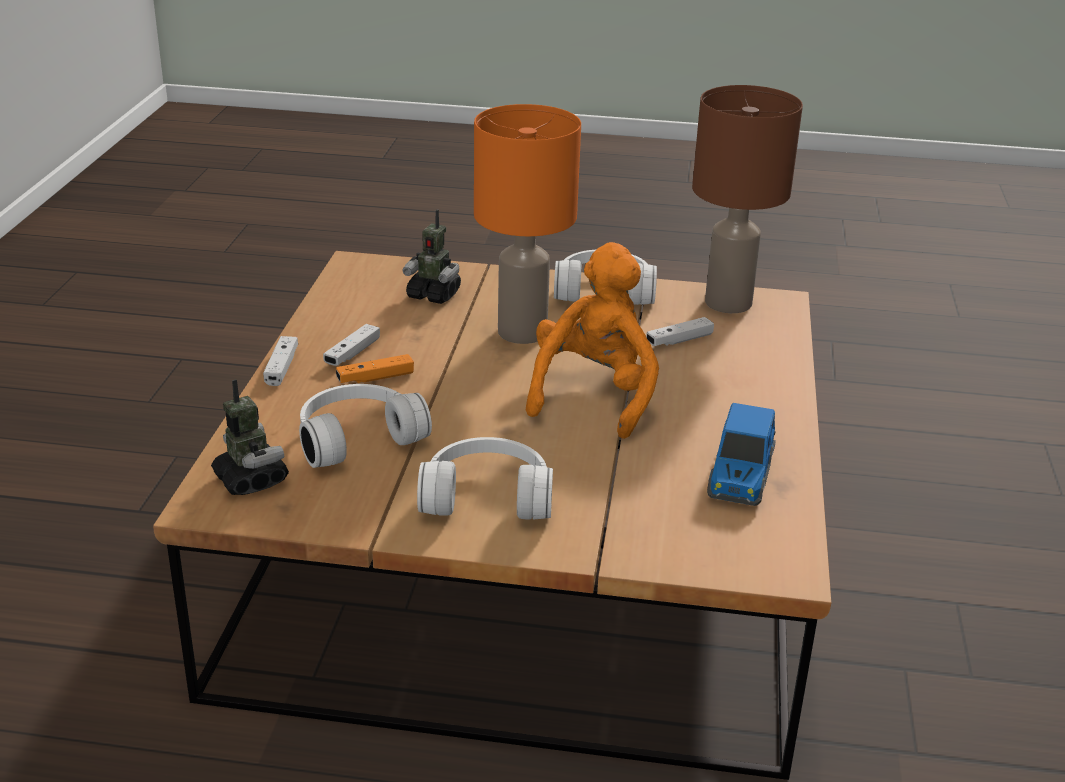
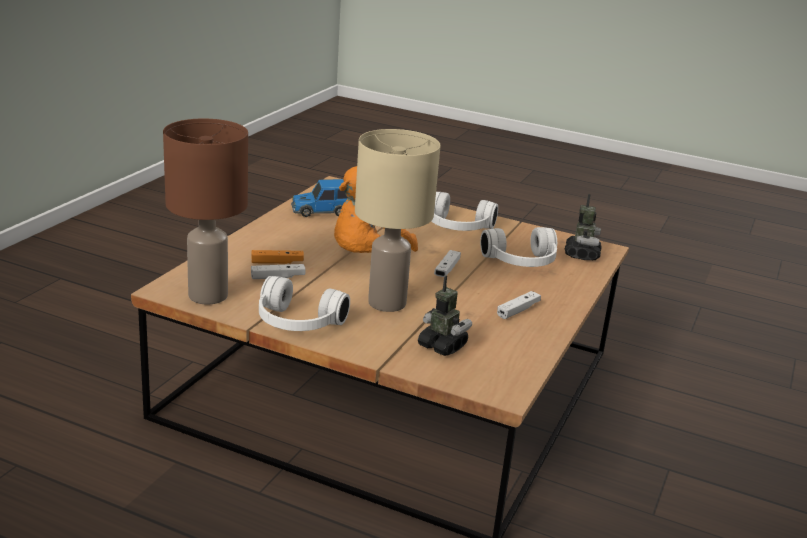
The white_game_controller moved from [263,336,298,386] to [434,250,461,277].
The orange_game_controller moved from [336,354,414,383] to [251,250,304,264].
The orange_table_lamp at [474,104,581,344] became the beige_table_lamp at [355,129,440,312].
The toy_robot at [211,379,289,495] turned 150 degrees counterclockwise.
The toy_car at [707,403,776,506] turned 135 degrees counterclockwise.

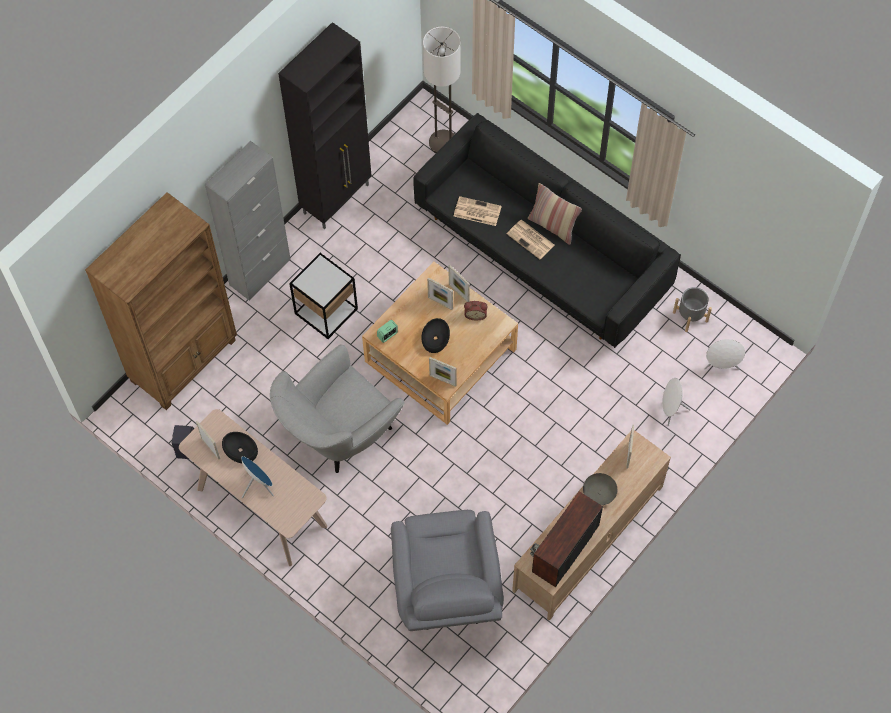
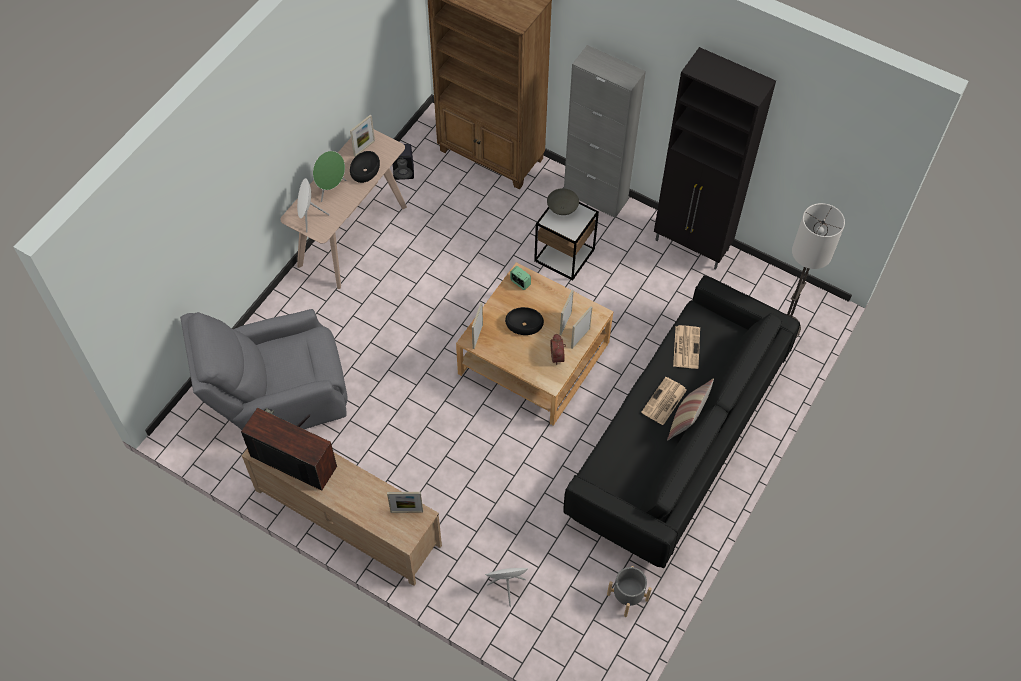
The grey_armchair at [270,344,405,473] disappeared.
The grey_bowl moved from [583,473,617,505] to [547,188,579,215].
The white_speaker moved from [704,339,745,369] to [297,178,330,232].
The blue_speaker at [241,456,274,498] became the green_speaker at [313,151,346,202].

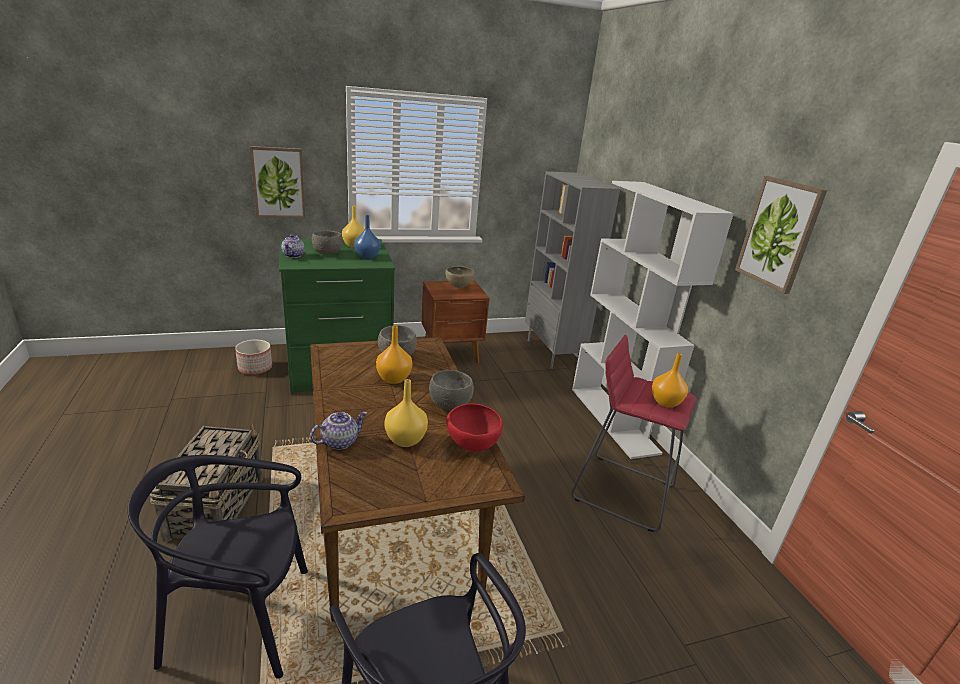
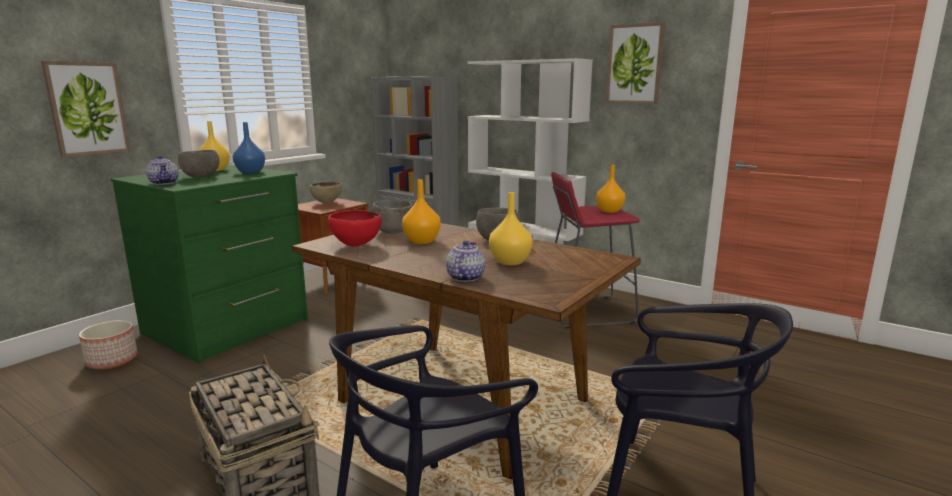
The red_bowl moved from [446,403,503,451] to [328,210,382,247].

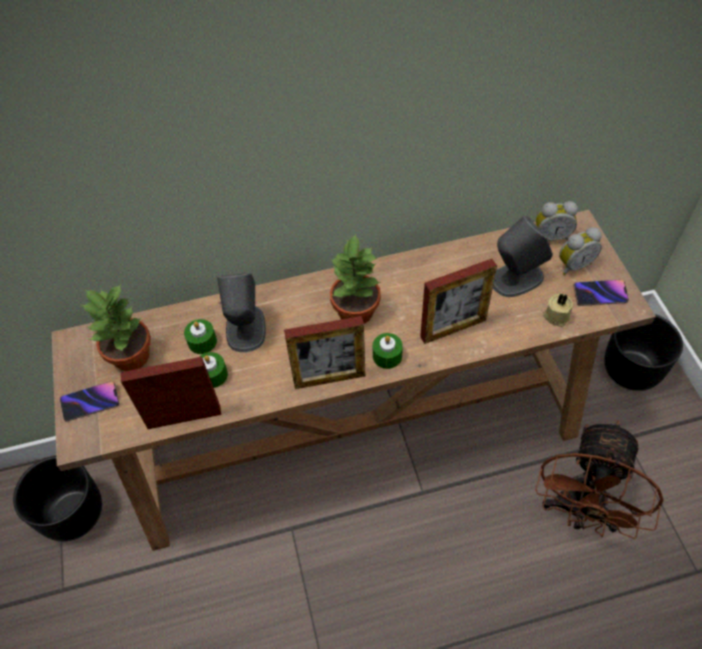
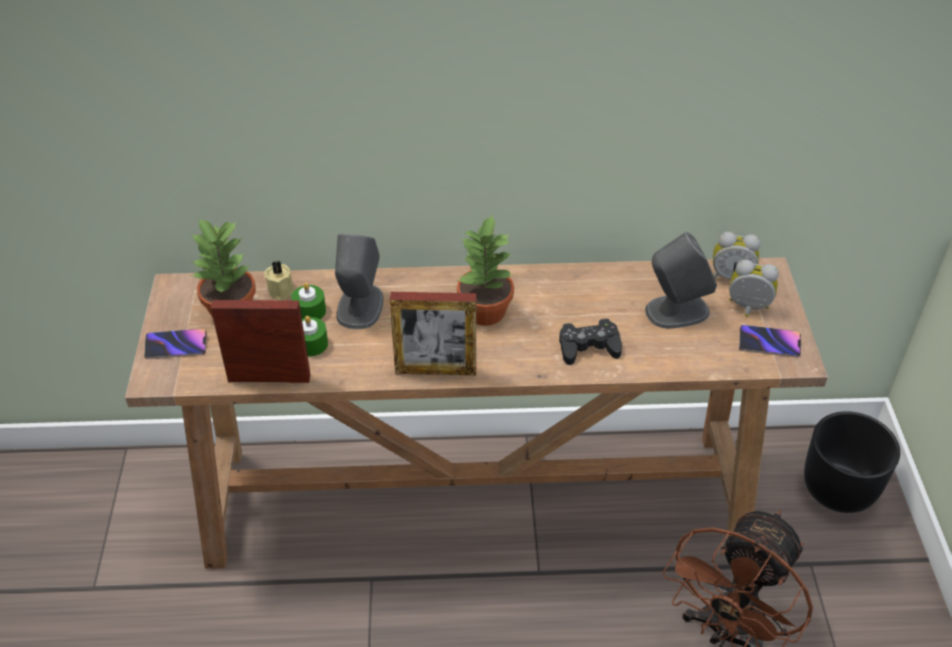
The black_planter at [13,456,102,542] disappeared.
The green_candle at [373,333,403,369] disappeared.
The beige_candle moved from [543,293,573,327] to [264,261,294,300].
The picture_frame at [420,259,497,344] was replaced by the black_game_controller at [559,318,622,365].
The alarm_clock at [559,227,602,275] turned 150 degrees counterclockwise.

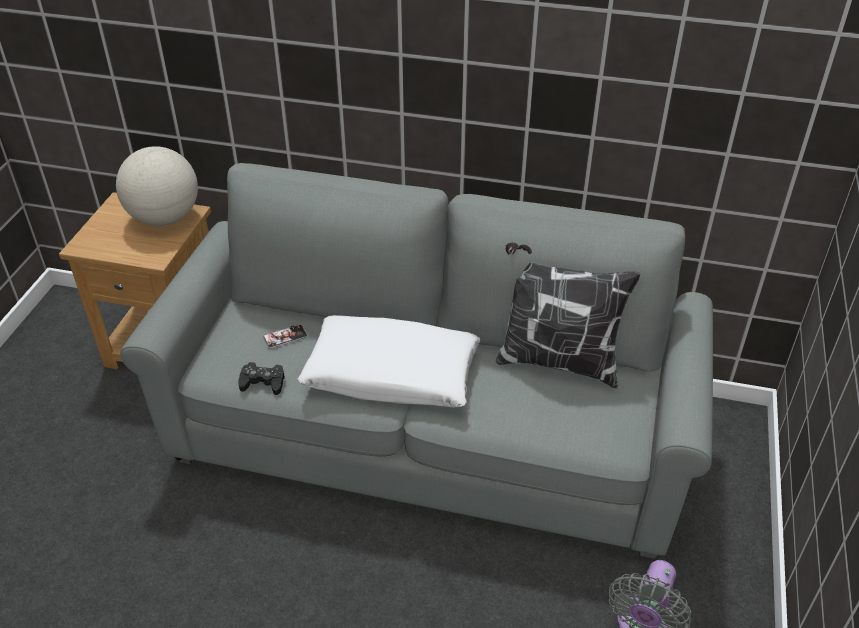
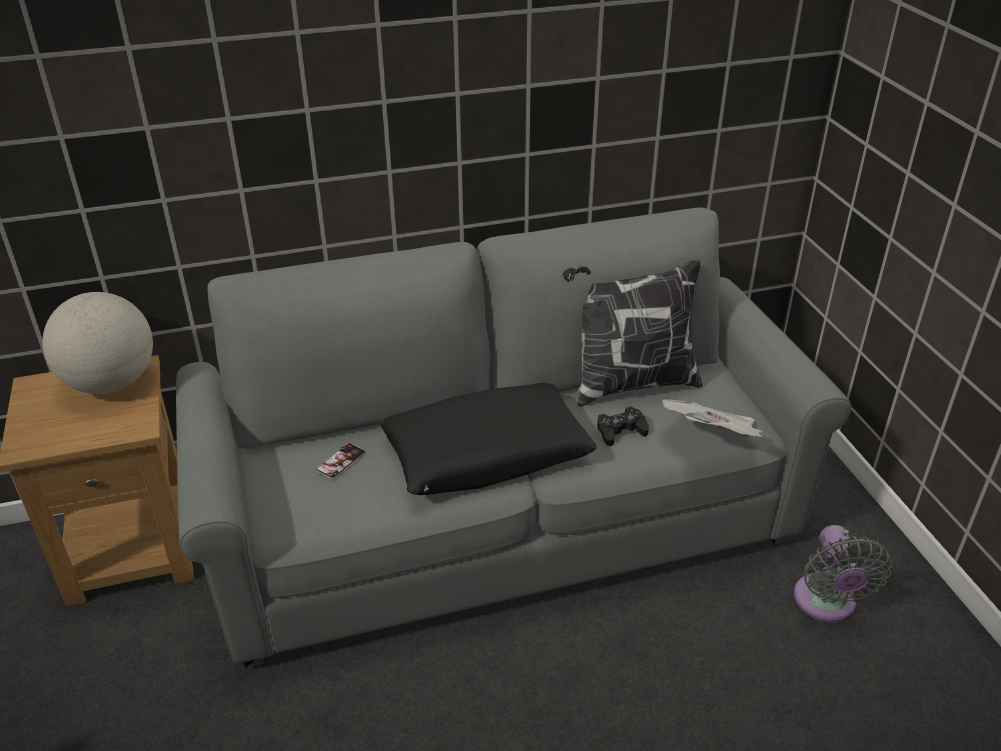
The newspaper at [663,399,763,438] appeared.
The black_game_controller moved from [238,362,285,395] to [597,406,649,446].
The white_pillow at [298,315,480,408] became the black_pillow at [380,383,597,495].

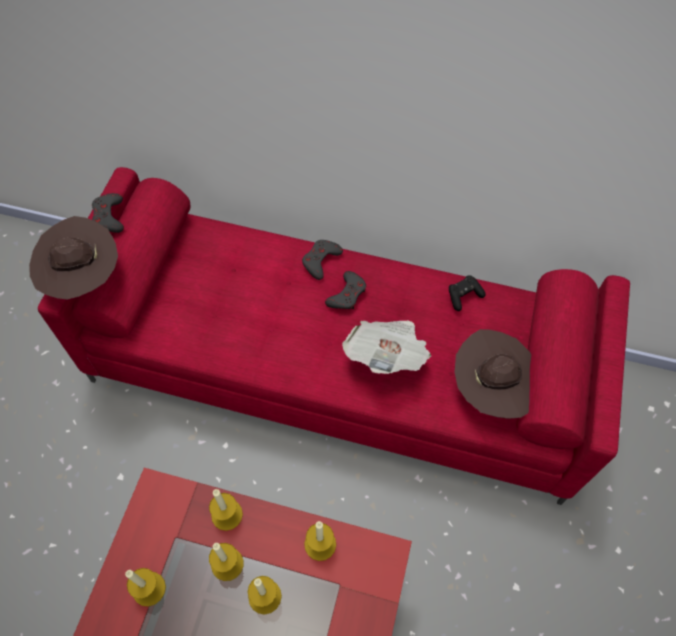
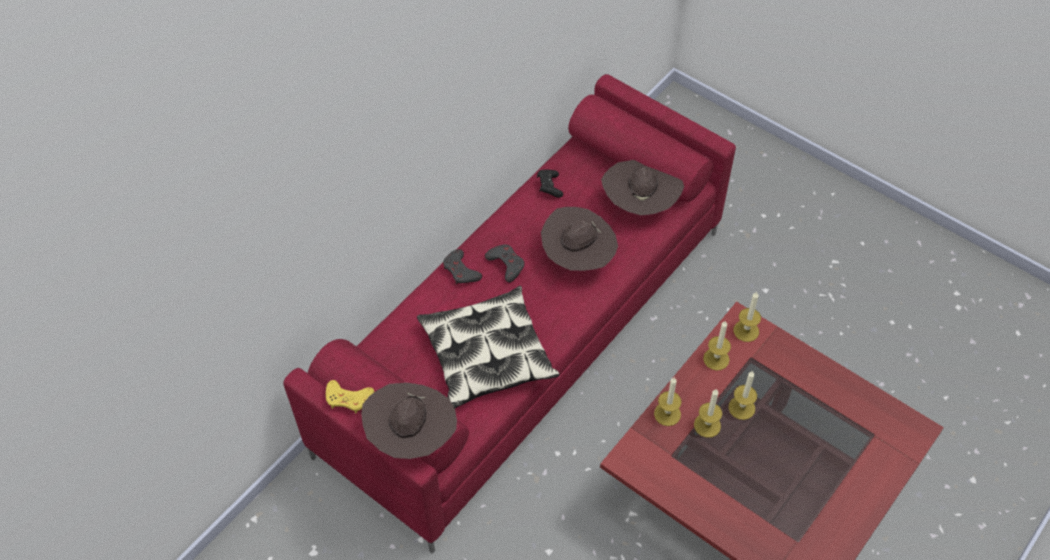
The pillow at [417,286,559,408] appeared.
The candle moved from [125,568,166,607] to [734,292,761,342].
The newspaper at [342,320,431,374] was replaced by the brown_hat at [541,207,618,271].
The grey_game_controller at [92,193,124,233] became the yellow_game_controller at [326,380,374,413].

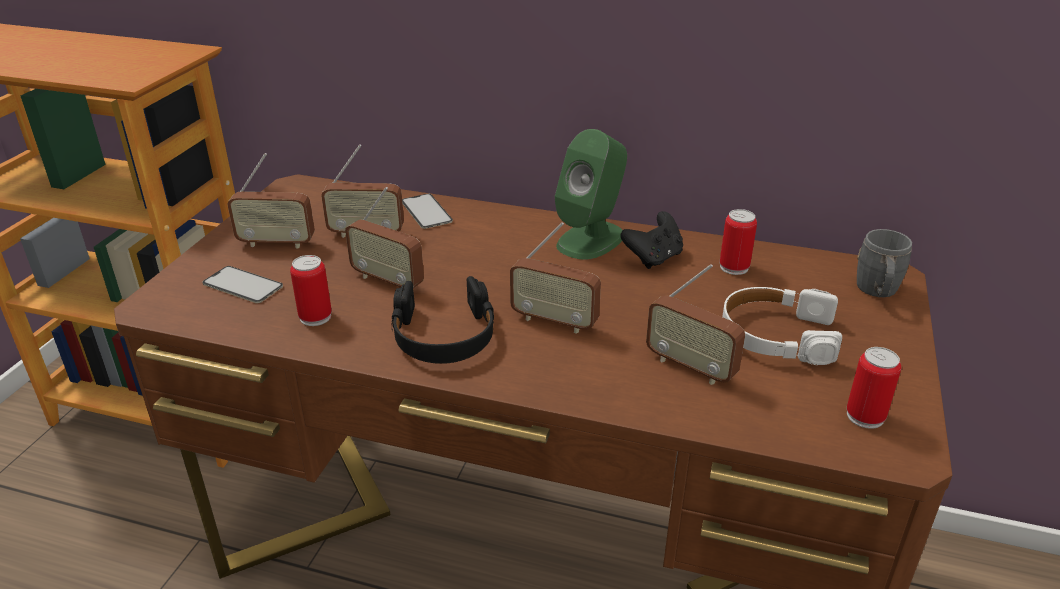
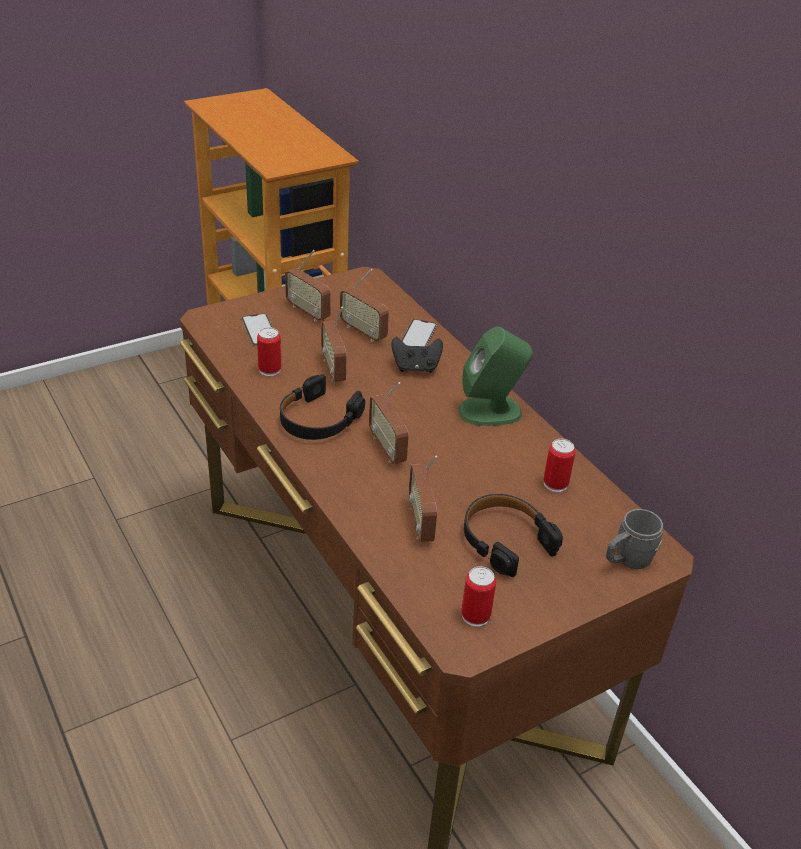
The black_game_controller moved from [620,211,683,269] to [391,337,443,373].
The white_headphones at [722,287,842,365] became the black_headphones at [464,494,563,577].

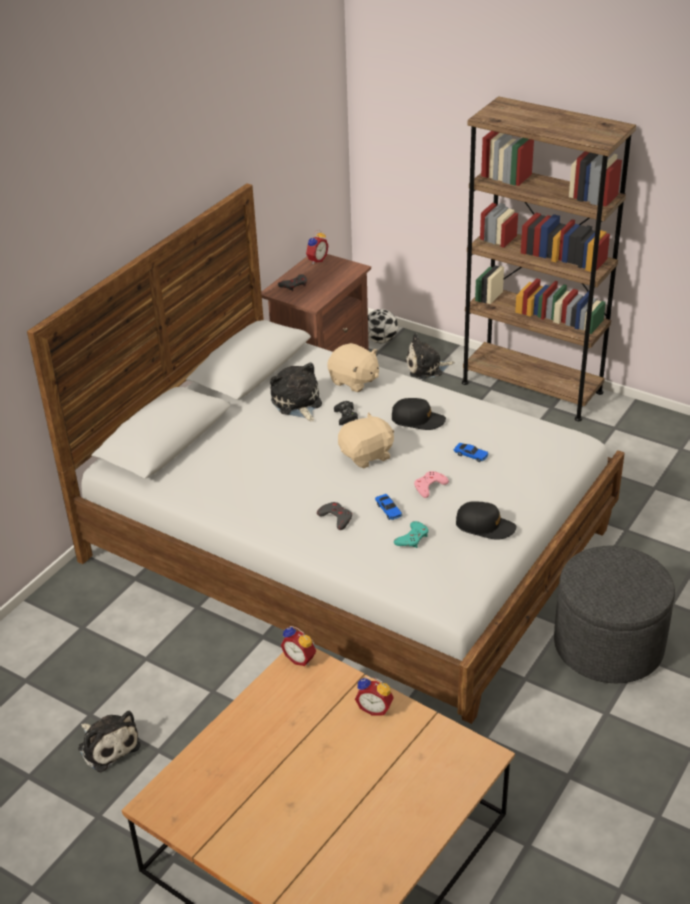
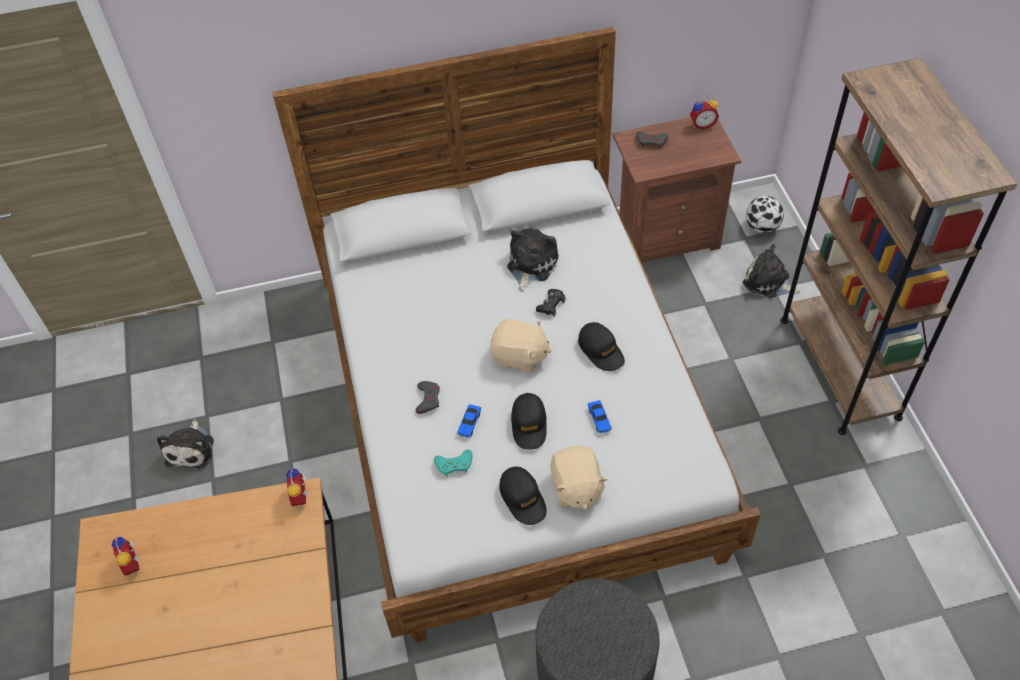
The beige_plush_toy moved from [327,343,379,392] to [550,446,608,510].
The alarm_clock moved from [355,677,394,716] to [112,537,140,576].
The pink_game_controller at [414,471,449,498] was replaced by the black_cap at [511,393,547,450].

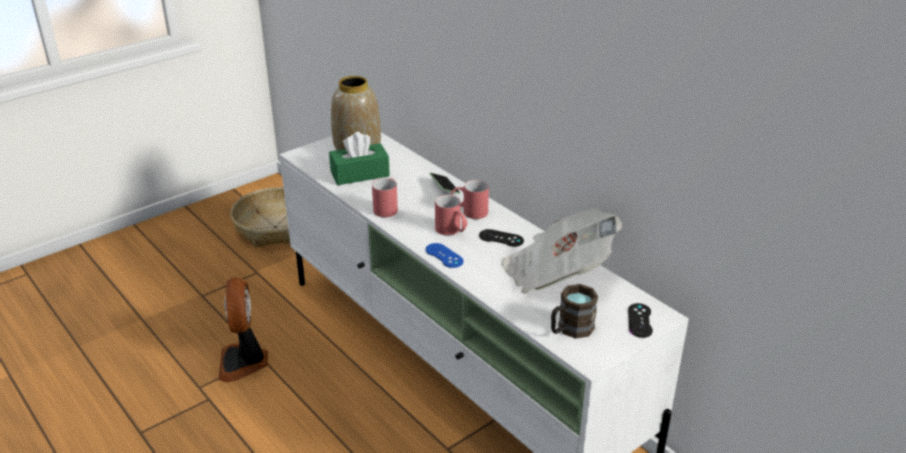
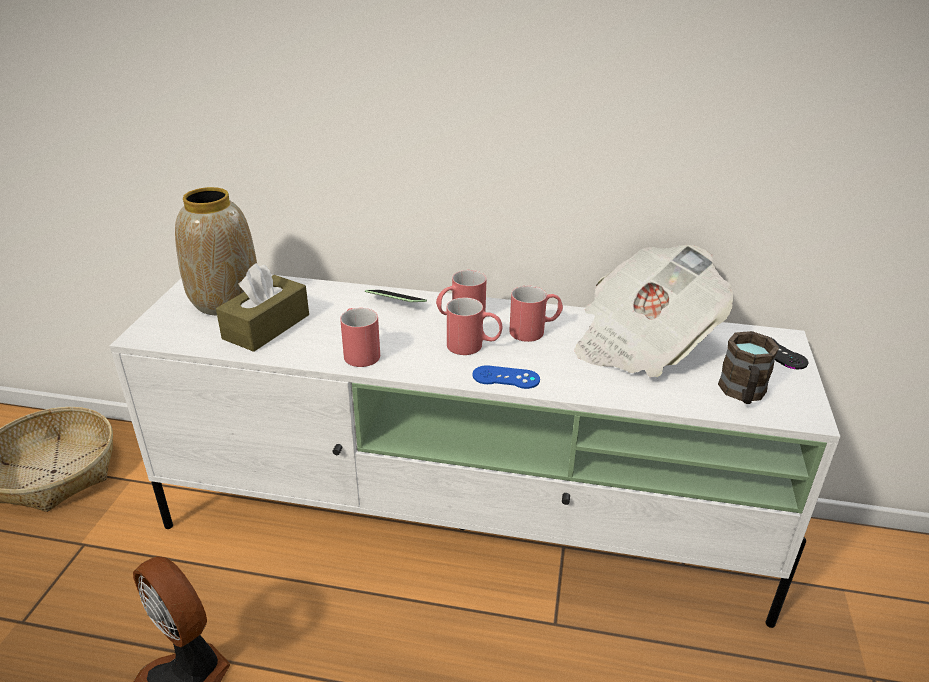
The black_game_controller at [479,229,524,247] was replaced by the red_mug at [509,286,563,342].
The green_tissue_box at [329,132,390,185] became the brown_tissue_box at [216,263,309,352].

